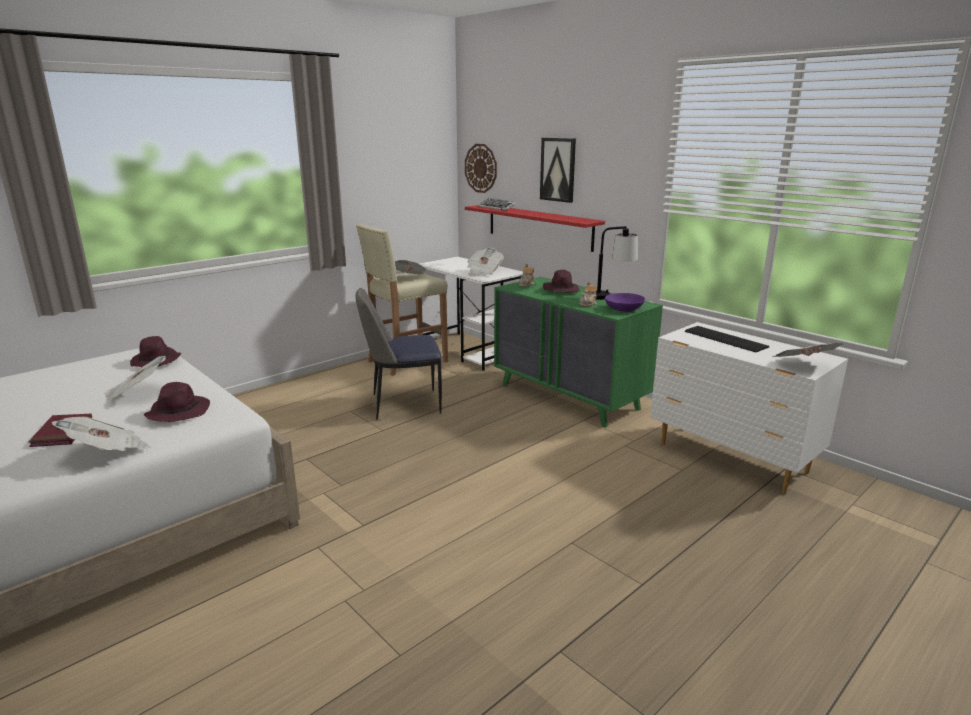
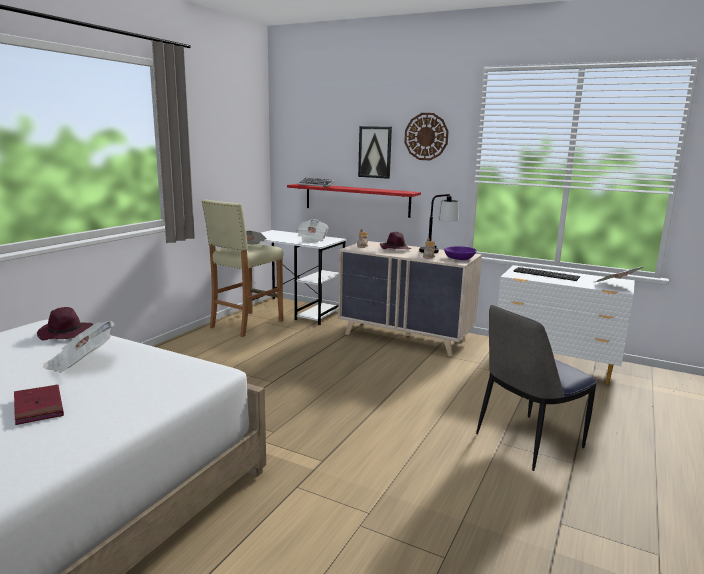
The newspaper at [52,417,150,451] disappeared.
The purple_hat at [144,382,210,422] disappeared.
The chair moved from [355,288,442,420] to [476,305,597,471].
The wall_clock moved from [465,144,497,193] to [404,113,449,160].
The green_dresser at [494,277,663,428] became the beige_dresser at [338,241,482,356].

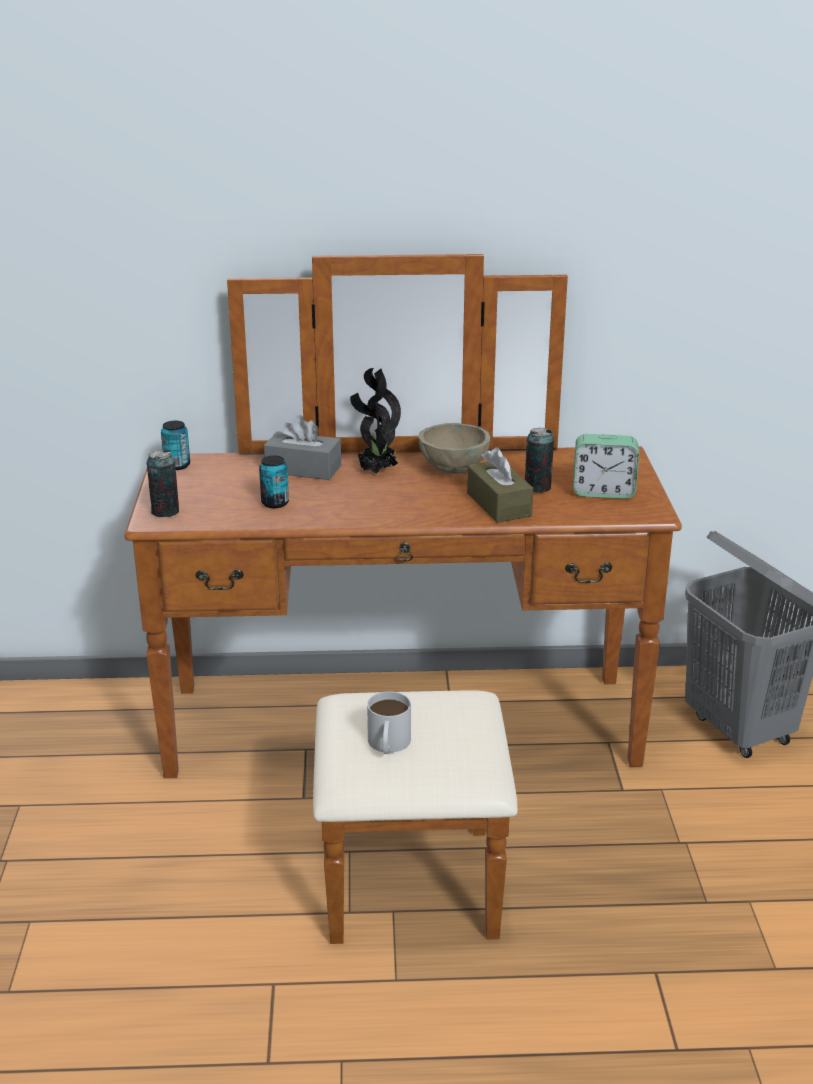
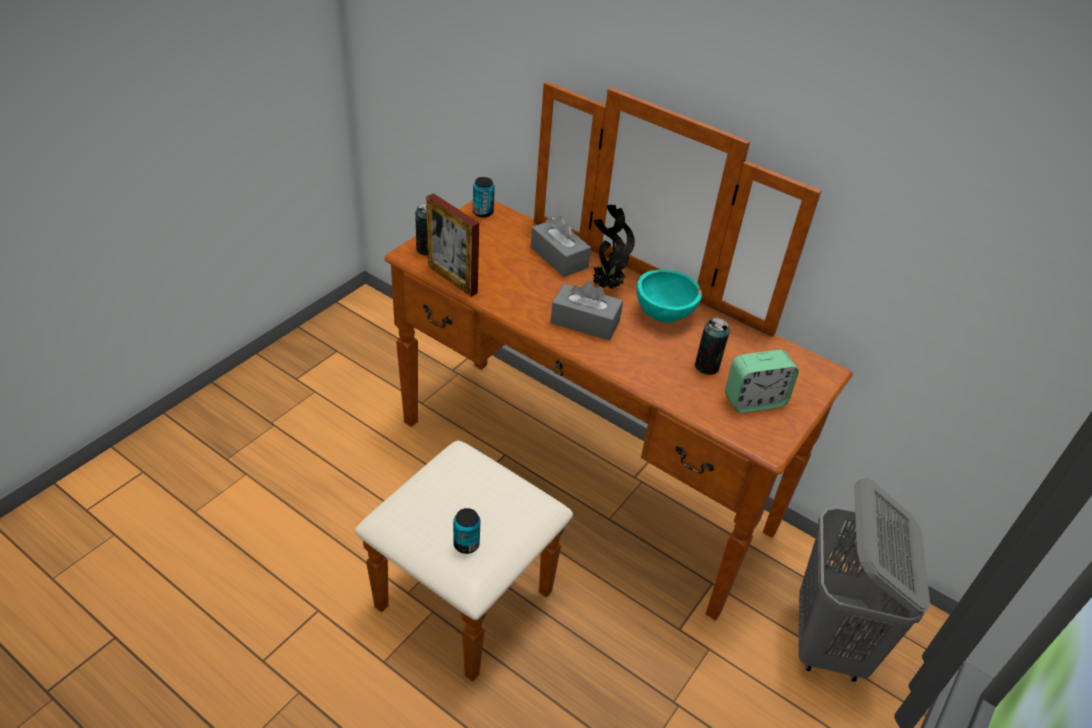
The white_mug at [367,691,411,754] disappeared.
The brown_tissue_box at [467,447,533,523] disappeared.
The picture_frame at [426,193,479,297] appeared.
The grey_tissue_box at [550,281,623,341] appeared.
The can moved from [259,456,289,508] to [453,508,480,554].
The beige_bowl at [418,423,490,474] became the turquoise_bowl at [636,270,702,323].
The alarm_clock at [573,434,639,499] turned 60 degrees counterclockwise.

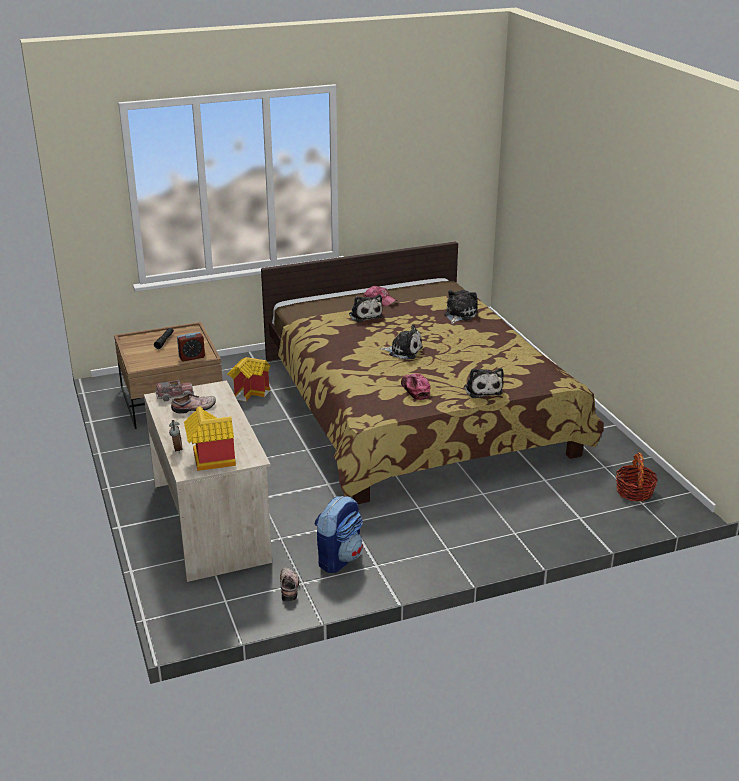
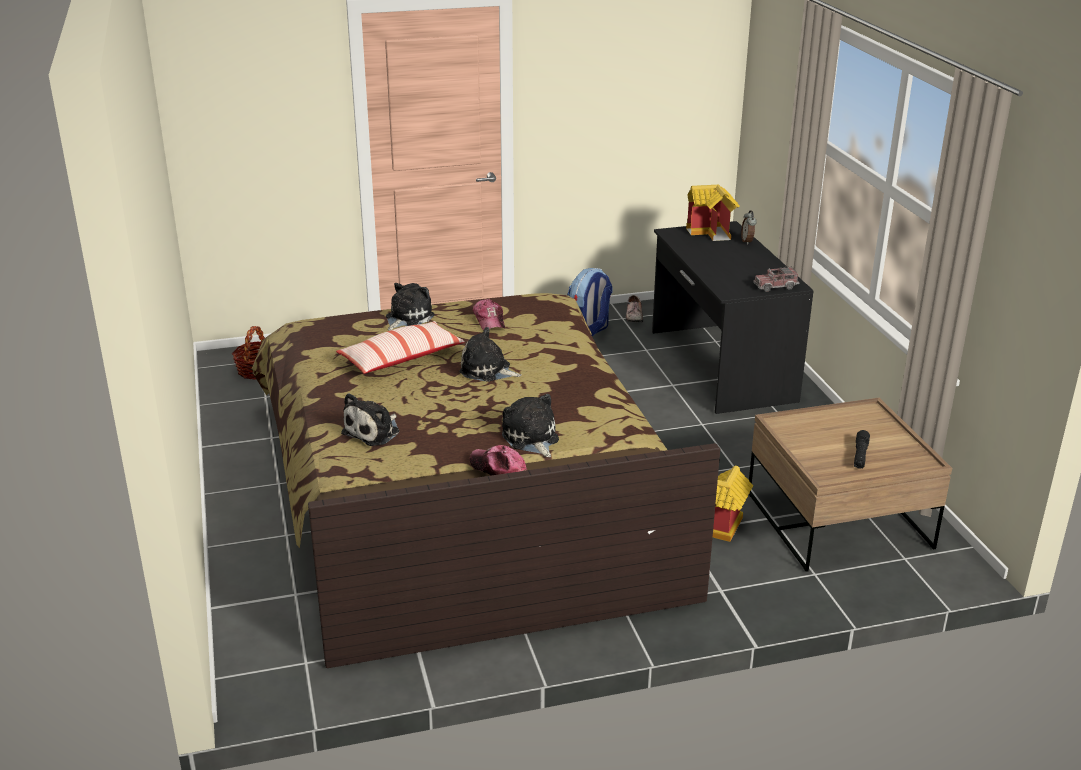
The shoe at [171,393,216,414] disappeared.
The alarm_clock at [177,332,205,362] disappeared.
The pillow at [336,321,465,374] appeared.
The beige_desk at [144,380,272,582] became the black_desk at [652,221,814,414].
The plush_toy at [464,368,503,398] turned 45 degrees clockwise.

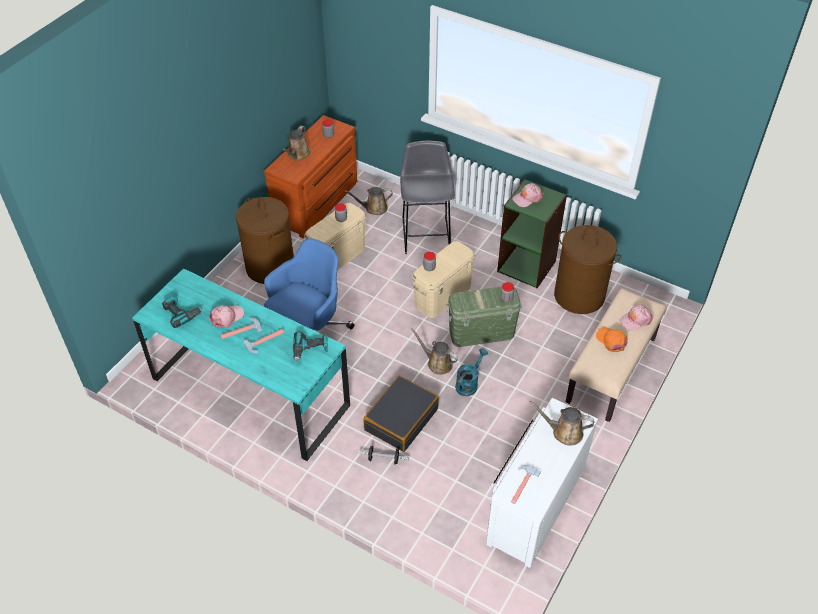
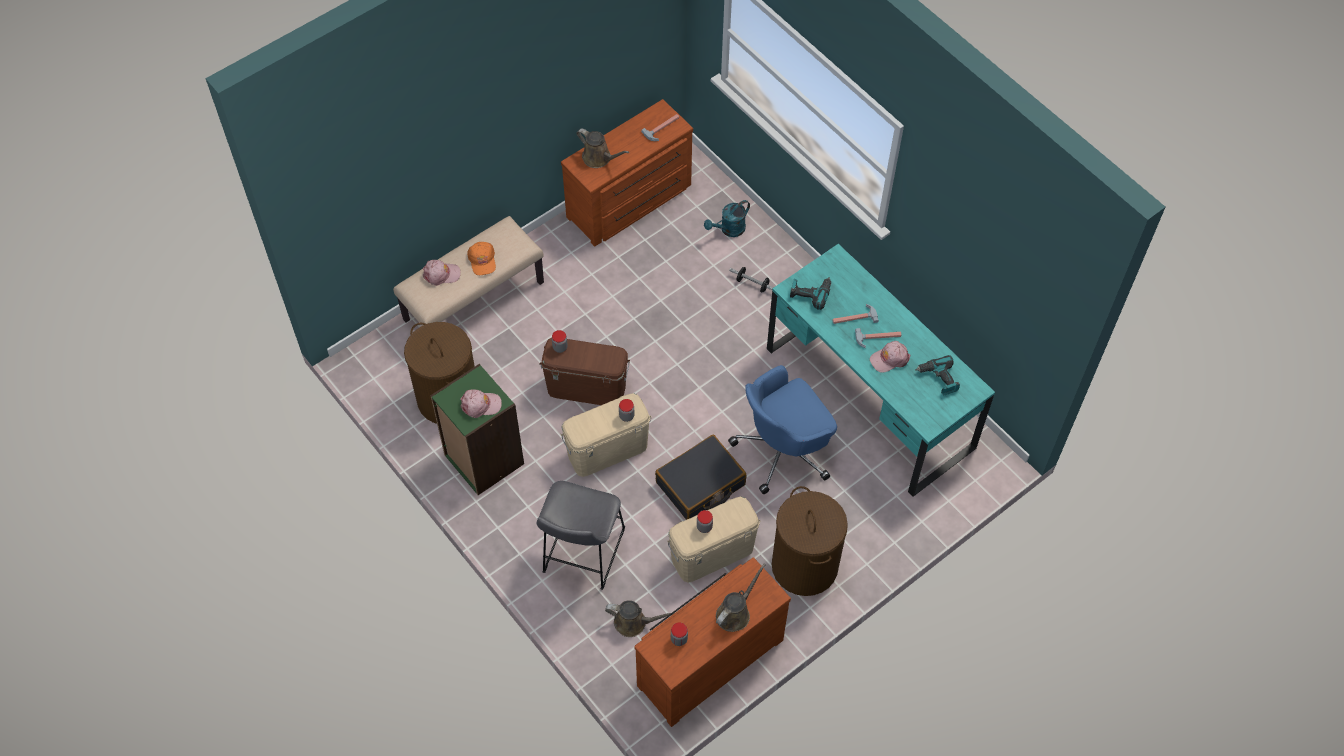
The brown_watering_can at [411,328,458,375] disappeared.
The black_suitcase moved from [363,376,439,452] to [655,435,746,520].
The turquoise_watering_can moved from [455,349,488,396] to [704,200,750,237].
The green_storage_box at [446,286,522,347] became the brown_storage_box at [540,338,630,405].
The white_dresser at [486,398,598,568] became the brown_dresser at [561,99,693,247].

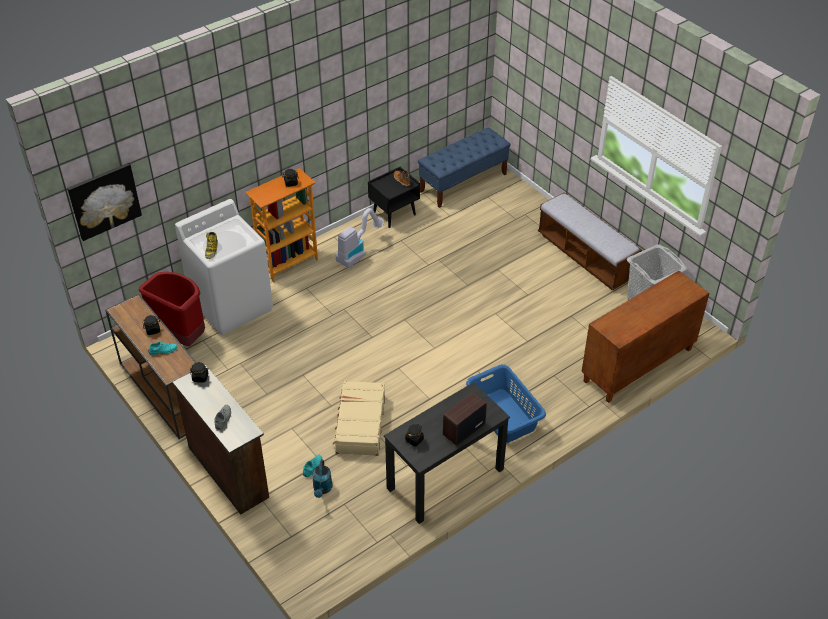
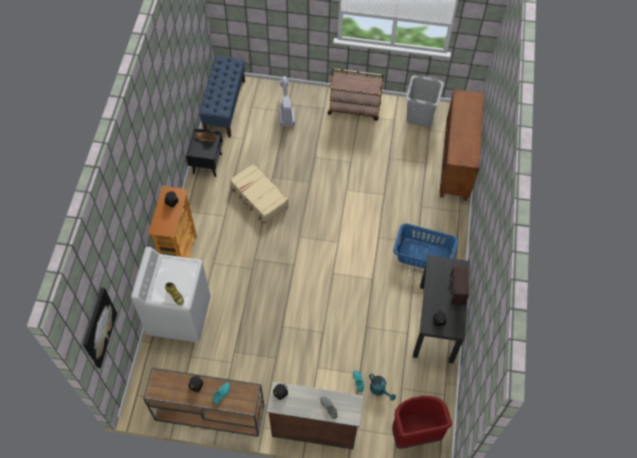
The red_trash_can moved from [139,272,205,346] to [392,396,452,449].
The beige_suitcase moved from [333,381,385,456] to [230,164,289,224].
The vacuum_cleaner moved from [336,208,384,268] to [279,76,295,127].
The bench at [538,192,642,290] was replaced by the brown_cart at [327,69,383,121].

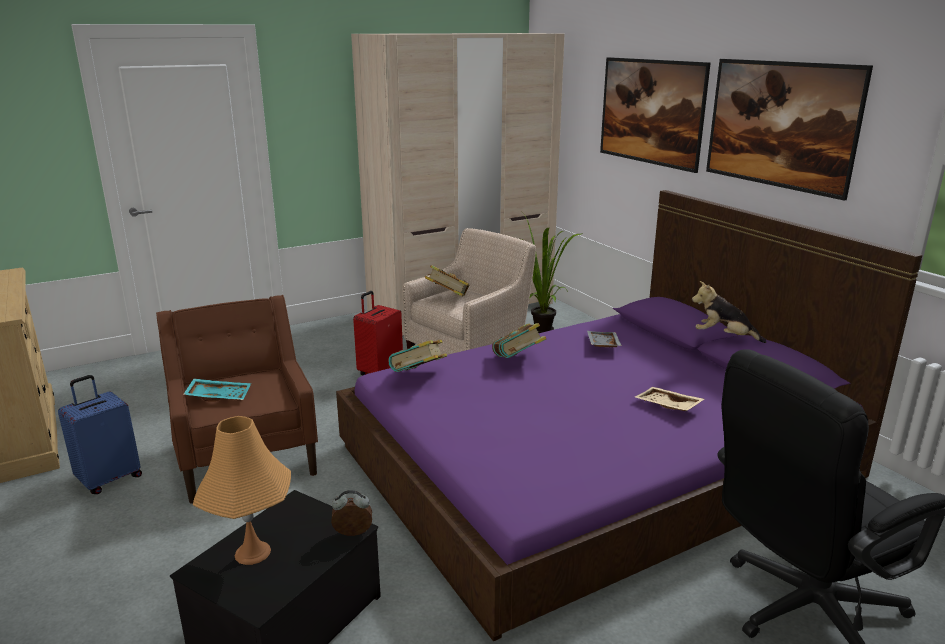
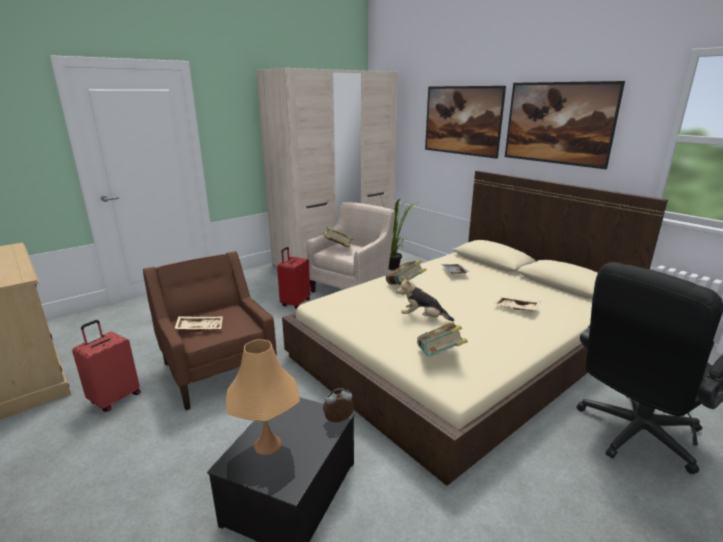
The book moved from [389,340,447,372] to [417,321,468,356].
The plush_toy moved from [692,281,766,343] to [397,277,454,321].
The blue_suitcase at [58,375,142,494] became the red_suitcase at [72,320,141,412].
The turquoise_tray at [183,379,251,402] became the beige_tray at [175,316,223,332].
The purple_bed at [336,190,922,641] became the beige_bed at [282,170,668,486].

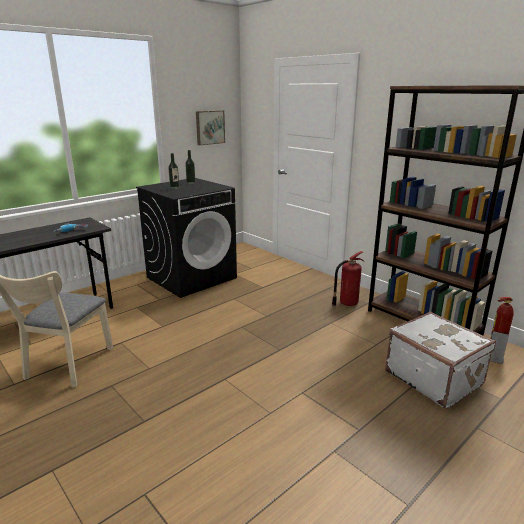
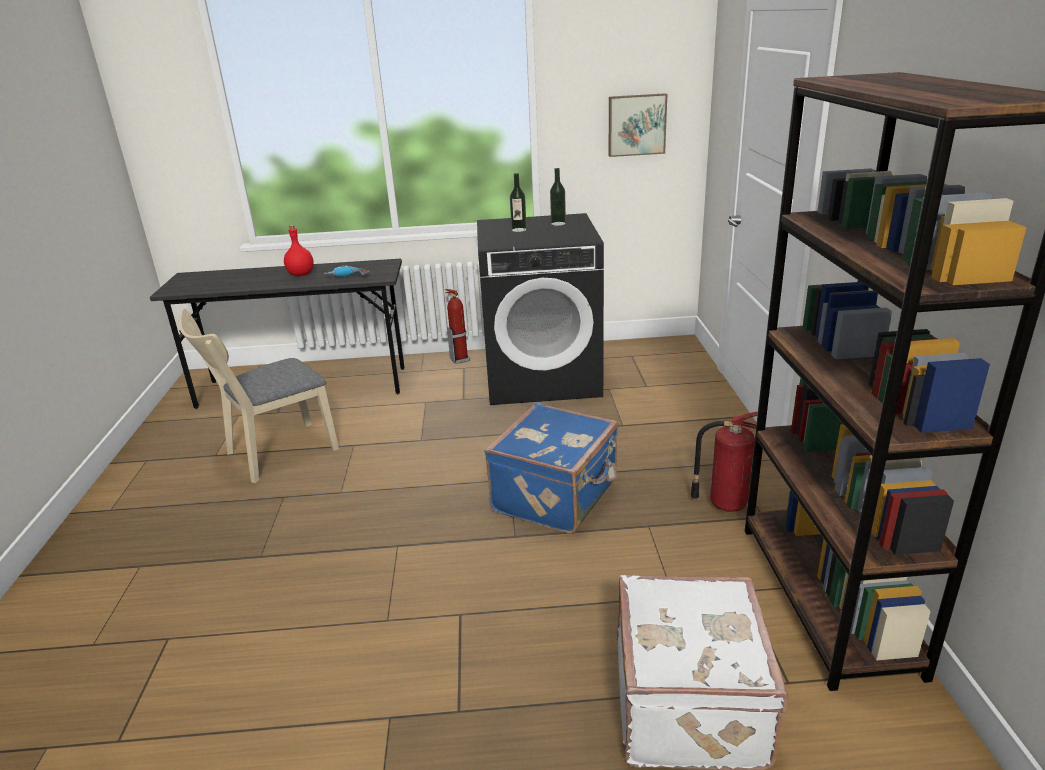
The red_bottle at [284,225,314,276] appeared.
The blue_suitcase at [484,403,618,534] appeared.
The fire_extinguisher moved from [490,297,514,364] to [445,289,470,364].

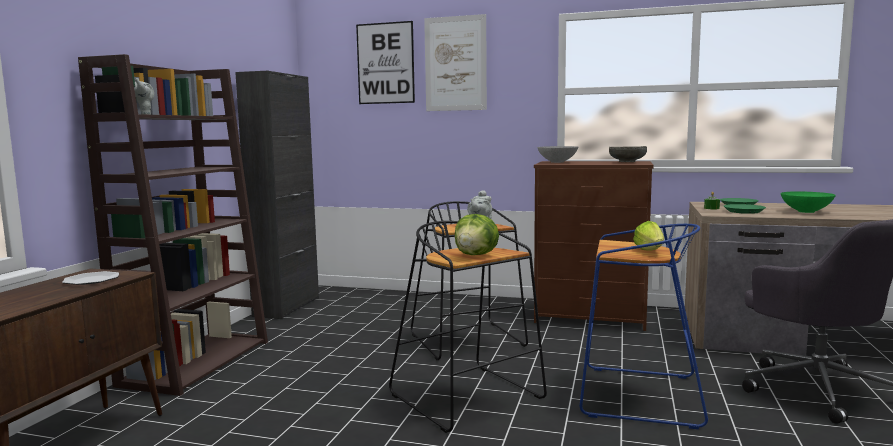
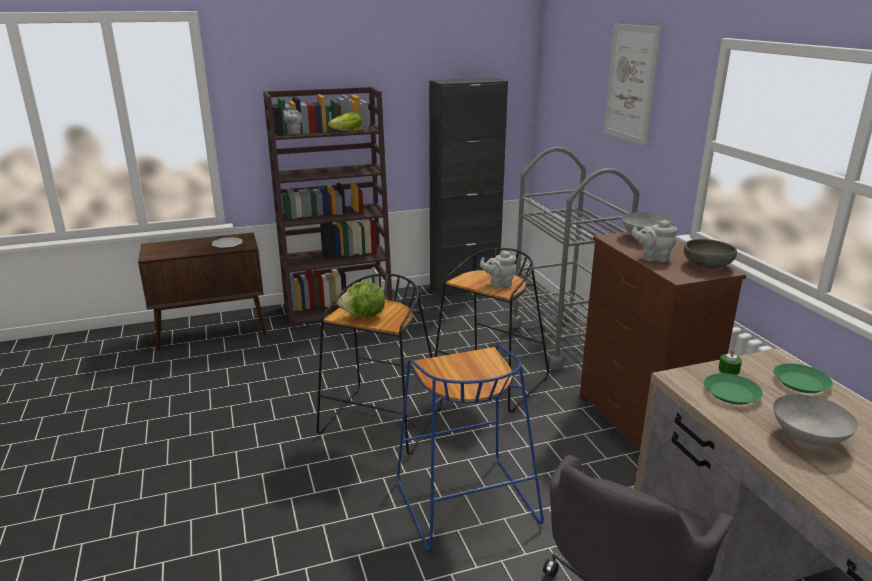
The picture at [356,21,415,104] disappeared.
The grey_cart at [509,147,639,370] appeared.
The grey_teapot at [632,220,677,262] appeared.
The lettuce moved from [633,221,664,251] to [328,112,362,130].
The green_bowl at [781,191,836,213] became the grey_bowl at [773,394,858,446].

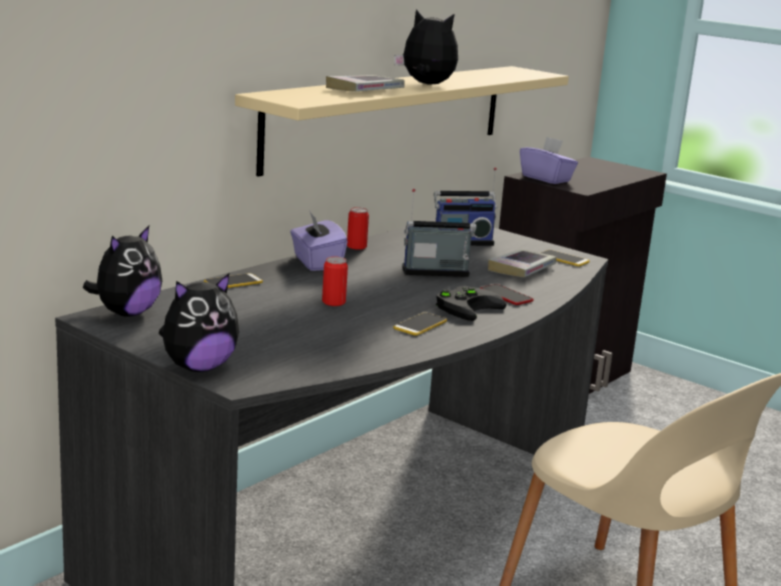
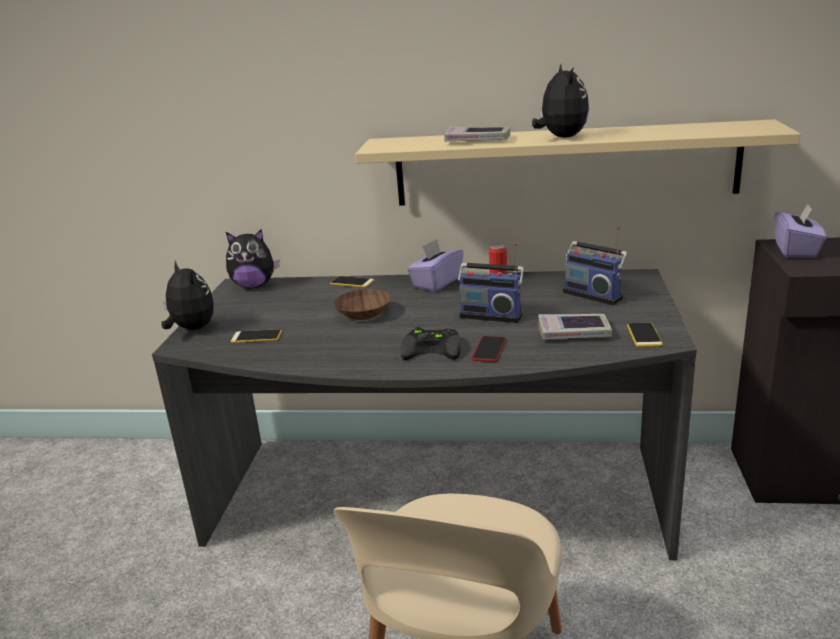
The phone moved from [393,312,447,336] to [231,329,282,343].
The can at [322,256,348,306] was replaced by the brown_bowl at [334,289,391,320].
The plush_toy at [159,273,239,372] turned 150 degrees counterclockwise.
The radio at [402,189,477,277] turned 150 degrees clockwise.

